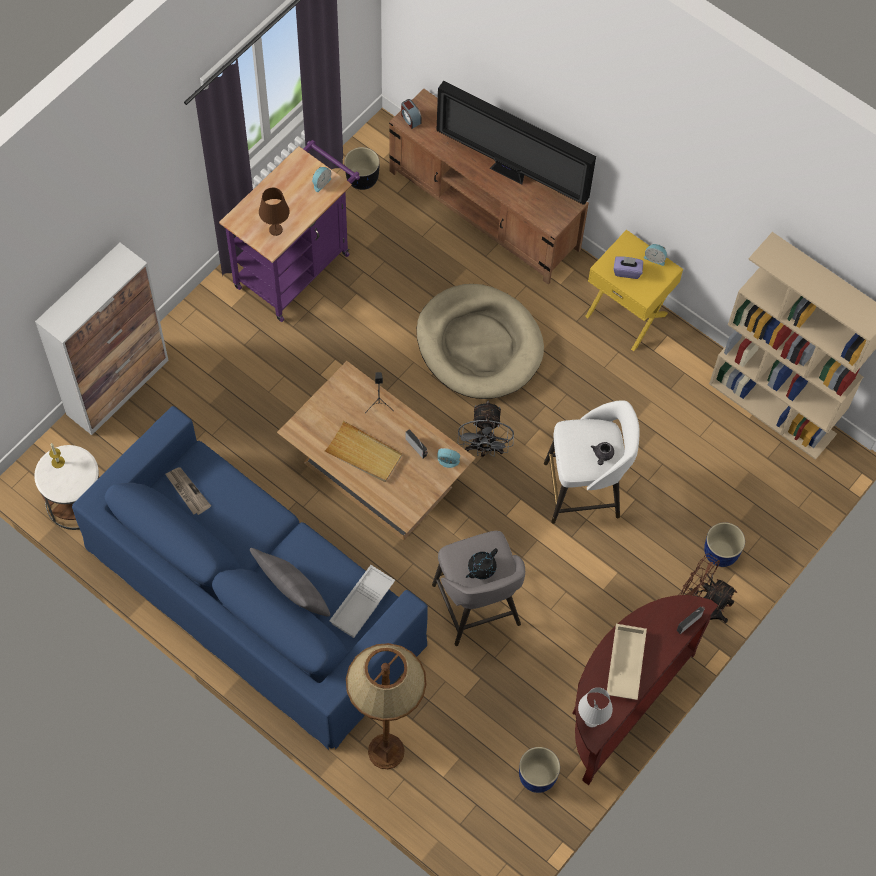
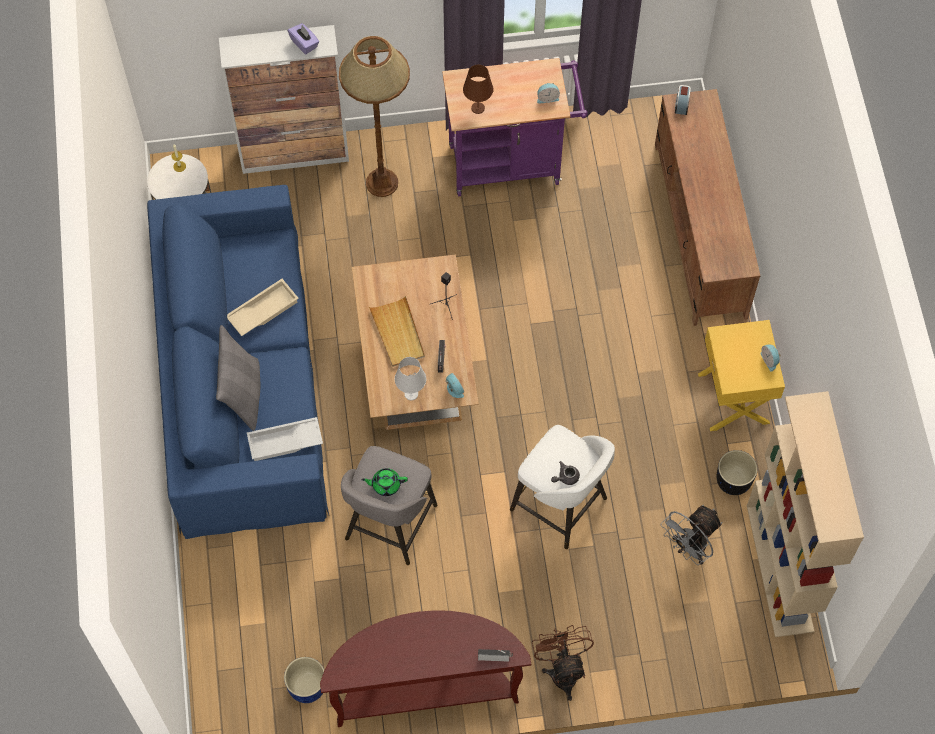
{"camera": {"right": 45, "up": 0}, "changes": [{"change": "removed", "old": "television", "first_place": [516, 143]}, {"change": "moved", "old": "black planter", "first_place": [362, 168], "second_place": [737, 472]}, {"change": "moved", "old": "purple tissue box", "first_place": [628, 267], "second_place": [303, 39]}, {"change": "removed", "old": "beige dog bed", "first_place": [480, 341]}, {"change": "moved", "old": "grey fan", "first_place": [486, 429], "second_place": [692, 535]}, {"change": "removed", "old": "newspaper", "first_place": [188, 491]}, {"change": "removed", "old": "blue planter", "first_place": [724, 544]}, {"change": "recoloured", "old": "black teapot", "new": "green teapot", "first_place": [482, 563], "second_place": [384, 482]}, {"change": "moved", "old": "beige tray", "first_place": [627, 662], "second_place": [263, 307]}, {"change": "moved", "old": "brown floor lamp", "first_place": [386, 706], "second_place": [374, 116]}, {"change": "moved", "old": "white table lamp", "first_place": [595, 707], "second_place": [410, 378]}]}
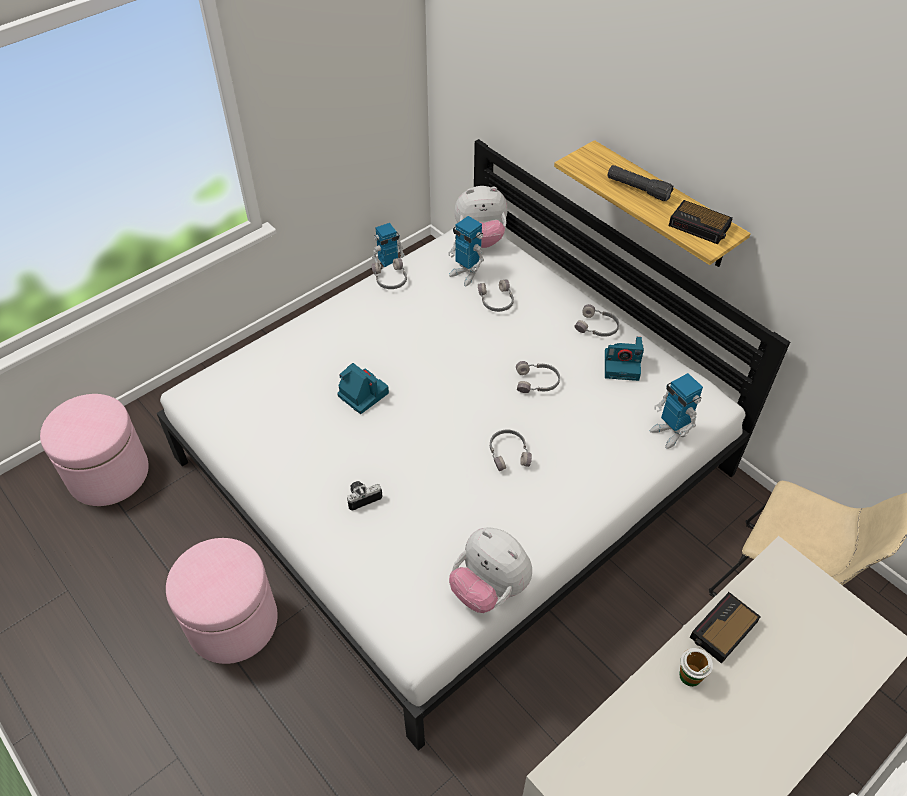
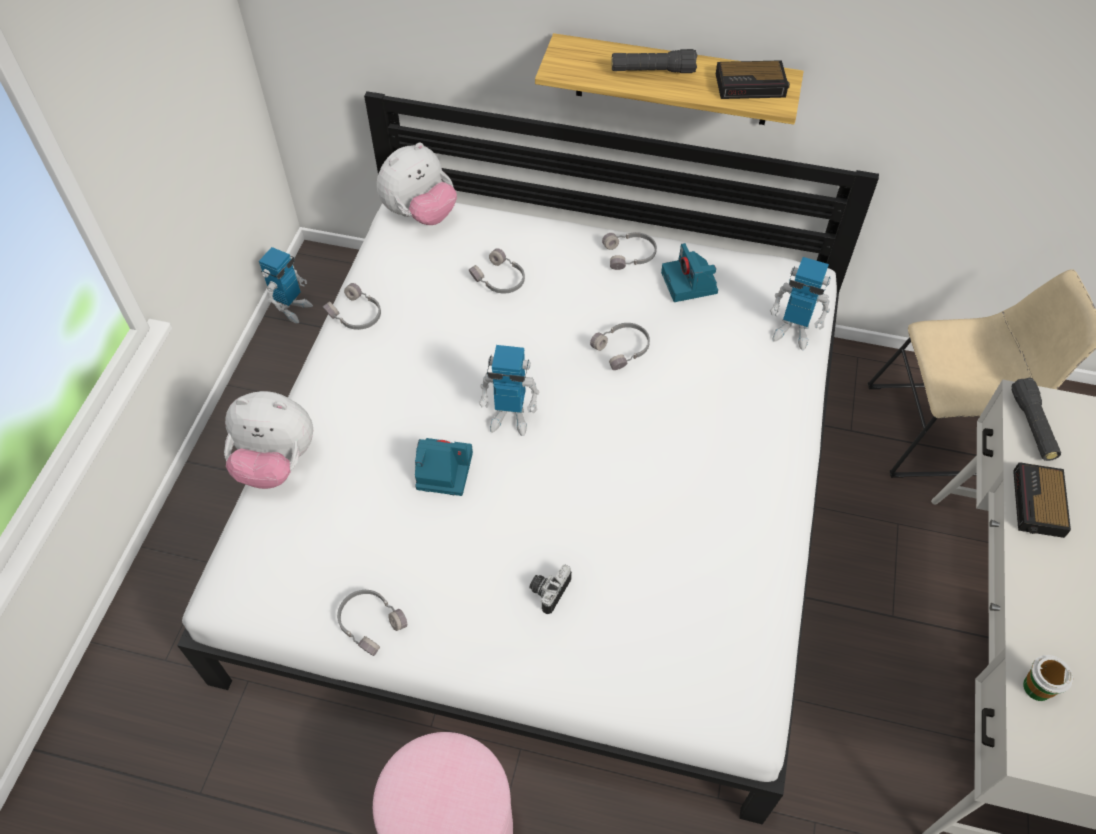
{"camera": {"right": -35, "up": 5}, "changes": [{"change": "moved", "old": "toy robot", "first_place": [466, 251], "second_place": [509, 390]}, {"change": "turned", "old": "photo camera", "first_place": [624, 359], "second_place": [689, 272], "degrees": 105}, {"change": "removed", "old": "pink ottoman", "first_place": [94, 450]}, {"change": "moved", "old": "grey headphones", "first_place": [511, 450], "second_place": [372, 623]}, {"change": "moved", "old": "plush toy", "first_place": [490, 570], "second_place": [268, 440]}, {"change": "moved", "old": "cup", "first_place": [696, 667], "second_place": [1048, 678]}, {"change": "added", "new": "black flashlight", "second_place": [1036, 419]}]}
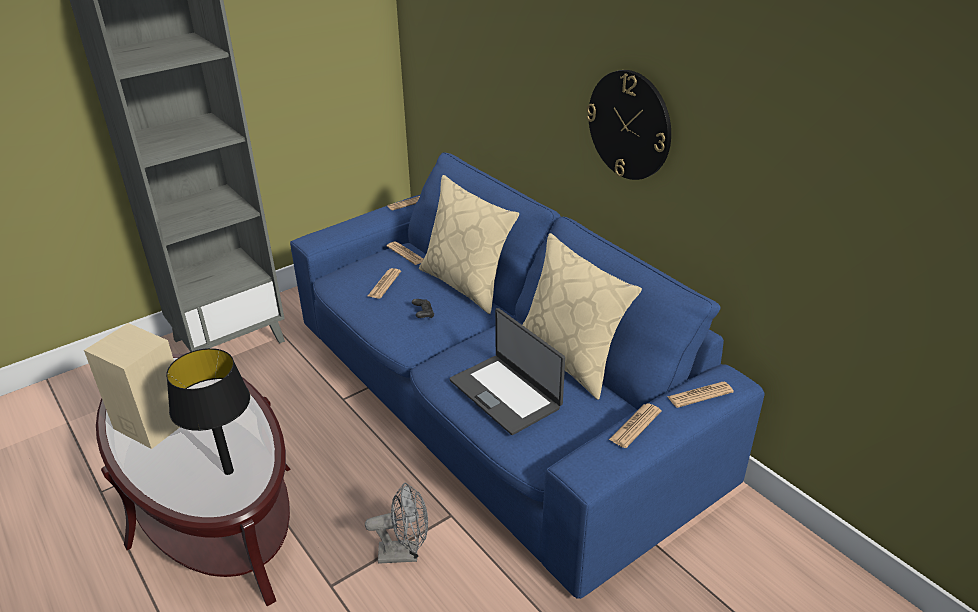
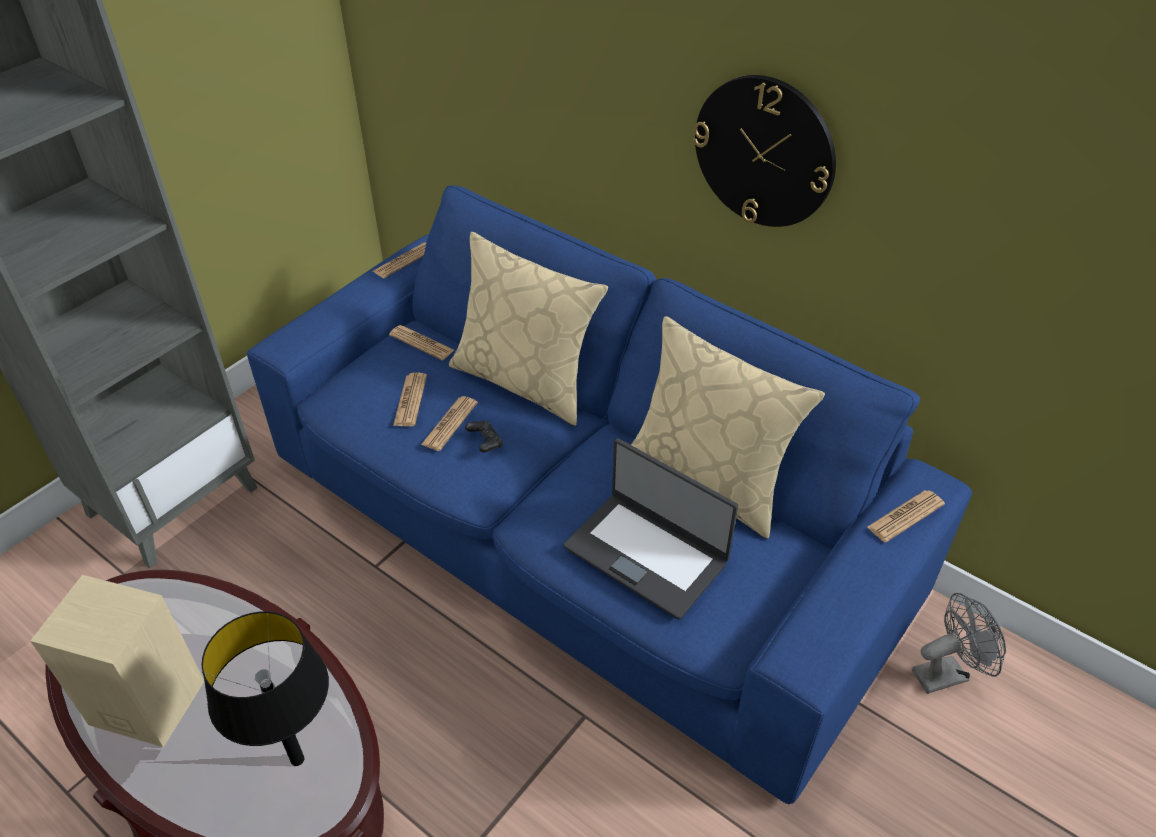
{"camera": {"right": -15, "up": 10}, "changes": [{"change": "moved", "old": "newspaper", "first_place": [635, 425], "second_place": [449, 423]}, {"change": "moved", "old": "grey fan", "first_place": [396, 523], "second_place": [959, 643]}]}
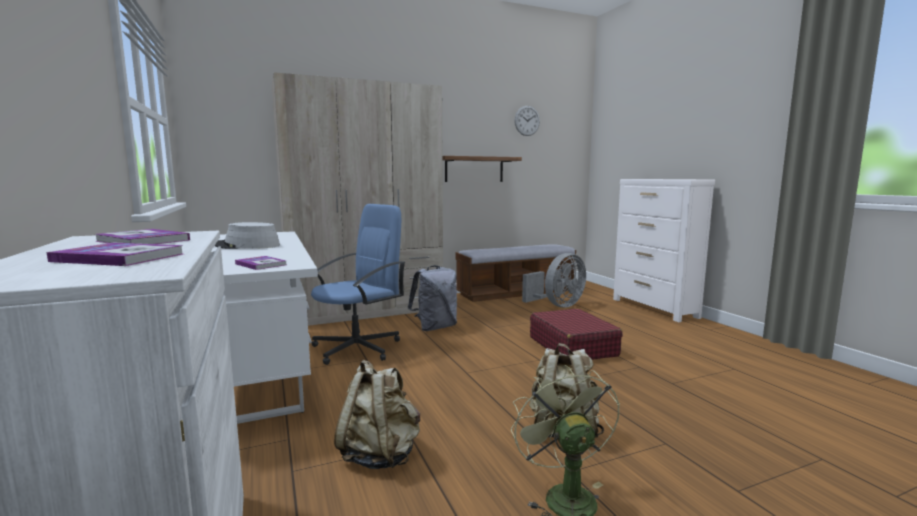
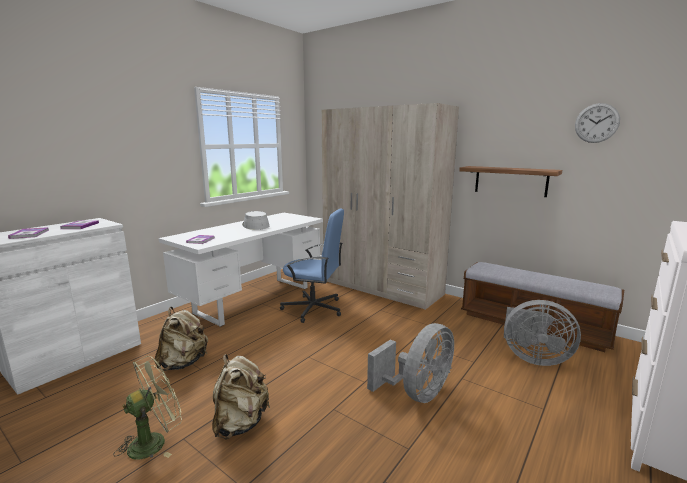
{"camera": {"right": 60, "up": 5}, "changes": [{"change": "removed", "old": "grey backpack", "first_place": [432, 298]}, {"change": "replaced", "old": "red suitcase", "new": "grey fan", "first_place": [576, 334], "second_place": [410, 363]}]}
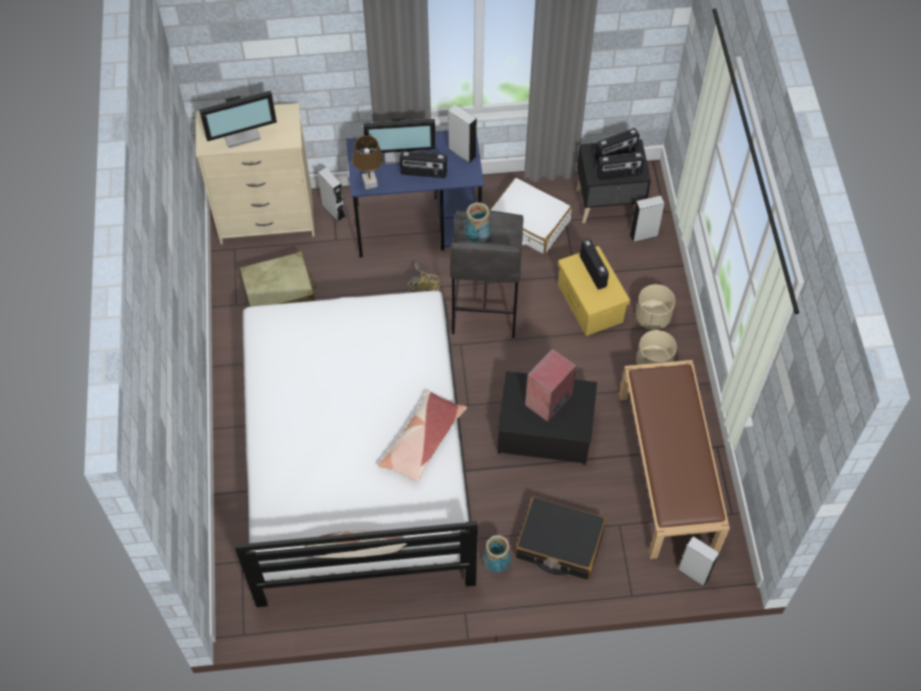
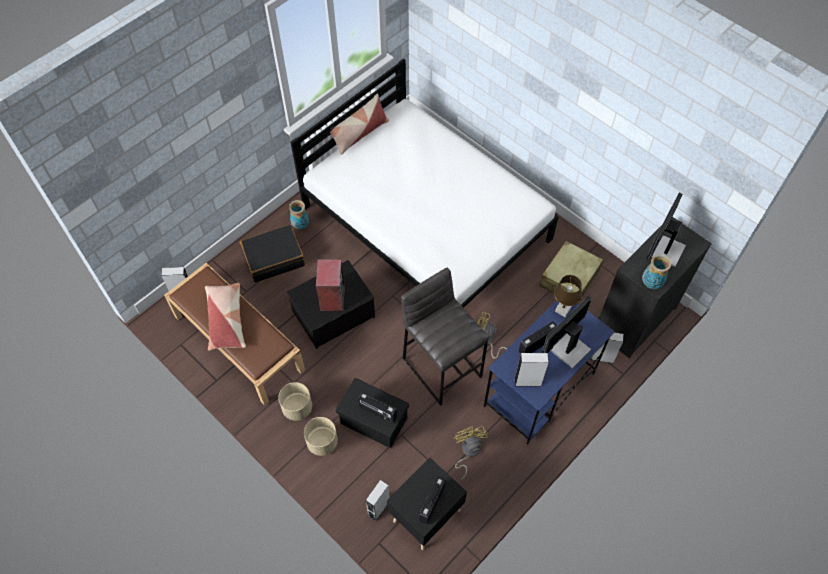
{"camera": {"right": 140, "up": 0}, "changes": [{"change": "recoloured", "old": "beige dresser", "new": "black dresser", "first_place": [255, 173], "second_place": [655, 288]}, {"change": "removed", "old": "radio", "first_place": [620, 166]}, {"change": "replaced", "old": "white suitcase", "new": "yellow fan", "first_place": [530, 215], "second_place": [471, 453]}, {"change": "moved", "old": "vase", "first_place": [478, 222], "second_place": [656, 271]}, {"change": "recoloured", "old": "yellow storage box", "new": "black storage box", "first_place": [594, 291], "second_place": [372, 413]}, {"change": "moved", "old": "pillow", "first_place": [422, 436], "second_place": [225, 317]}]}
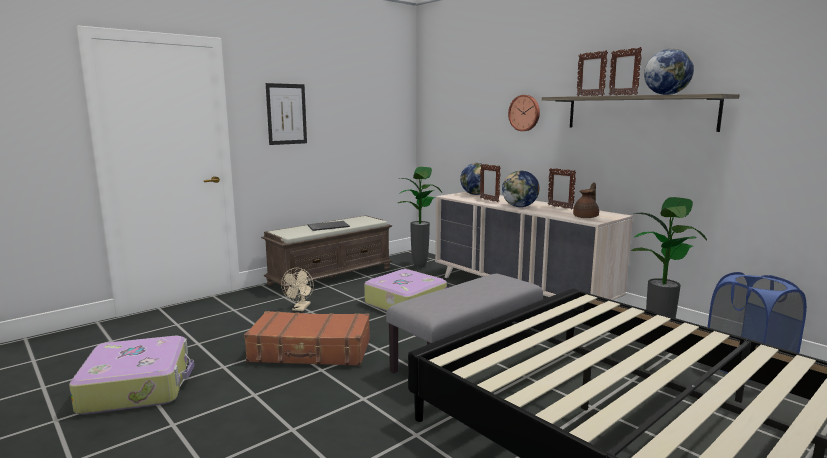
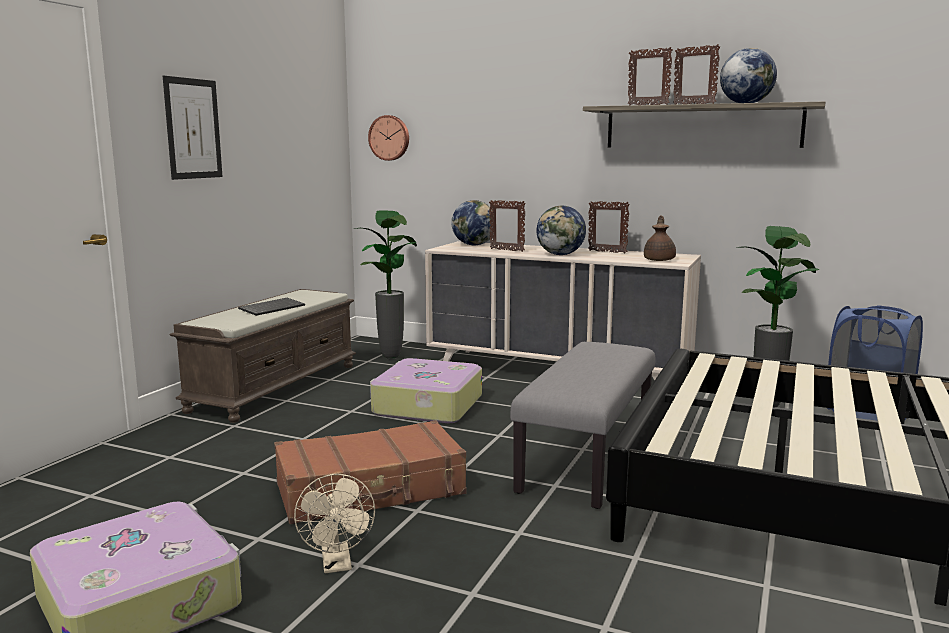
{"camera": {"right": -25, "up": 0}, "changes": [{"change": "moved", "old": "wall clock", "first_place": [524, 113], "second_place": [388, 138]}, {"change": "moved", "old": "beige fan", "first_place": [297, 289], "second_place": [334, 523]}]}
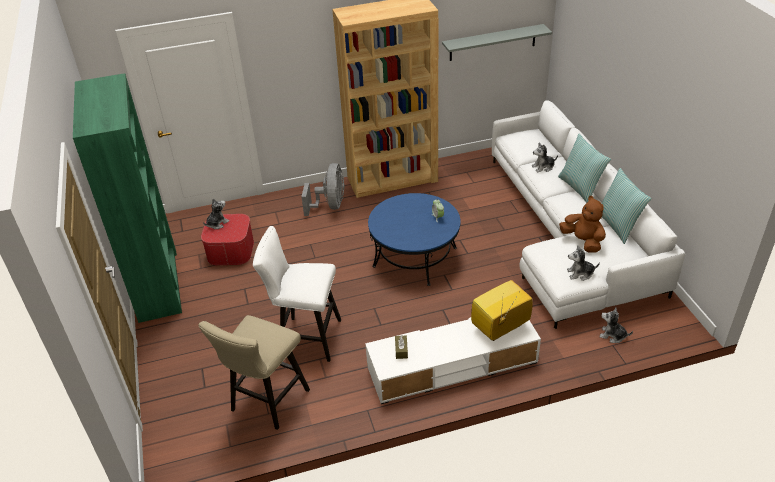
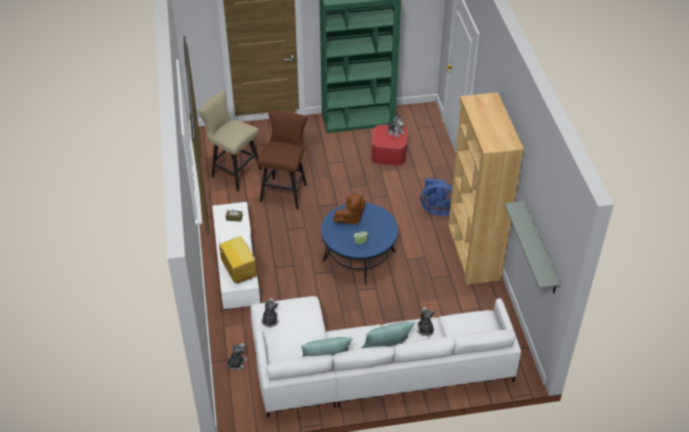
{"camera": {"right": 95, "up": 5}, "changes": [{"change": "recoloured", "old": "grey fan", "new": "blue fan", "first_place": [323, 189], "second_place": [436, 197]}, {"change": "moved", "old": "brown plush toy", "first_place": [582, 224], "second_place": [349, 209]}, {"change": "recoloured", "old": "white stool", "new": "brown stool", "first_place": [297, 294], "second_place": [282, 159]}]}
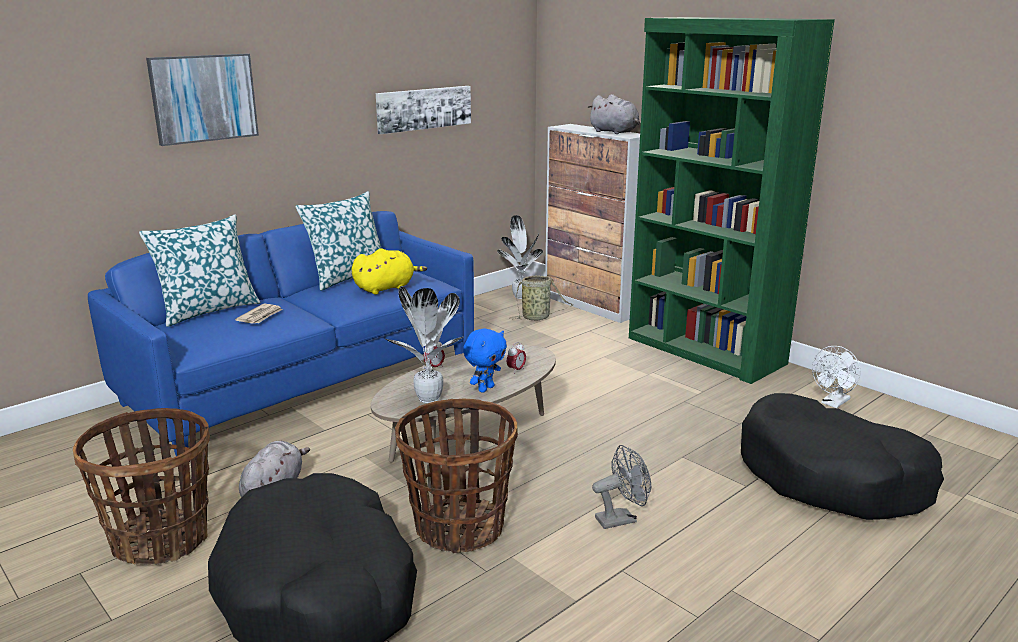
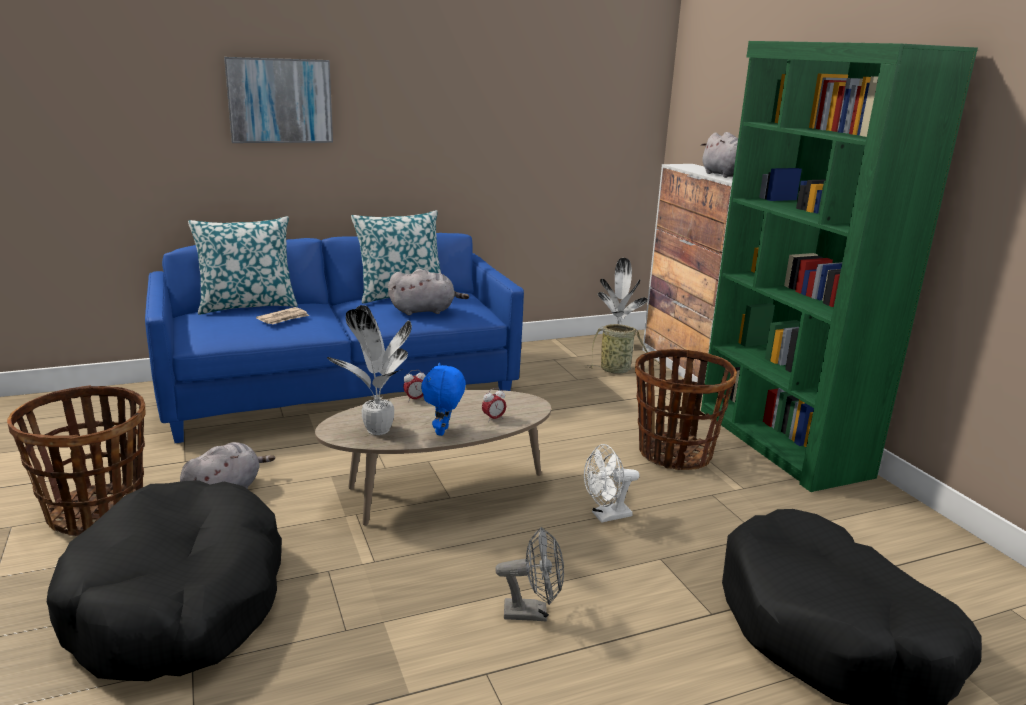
{"camera": {"right": 20, "up": 0}, "changes": [{"change": "removed", "old": "picture", "first_place": [423, 110]}, {"change": "recoloured", "old": "yellow plush toy", "new": "grey plush toy", "first_place": [389, 272], "second_place": [428, 292]}, {"change": "turned", "old": "blue plush toy", "first_place": [485, 360], "second_place": [443, 399], "degrees": 135}, {"change": "moved", "old": "white fan", "first_place": [836, 377], "second_place": [611, 483]}, {"change": "moved", "old": "basket", "first_place": [456, 475], "second_place": [686, 409]}]}
